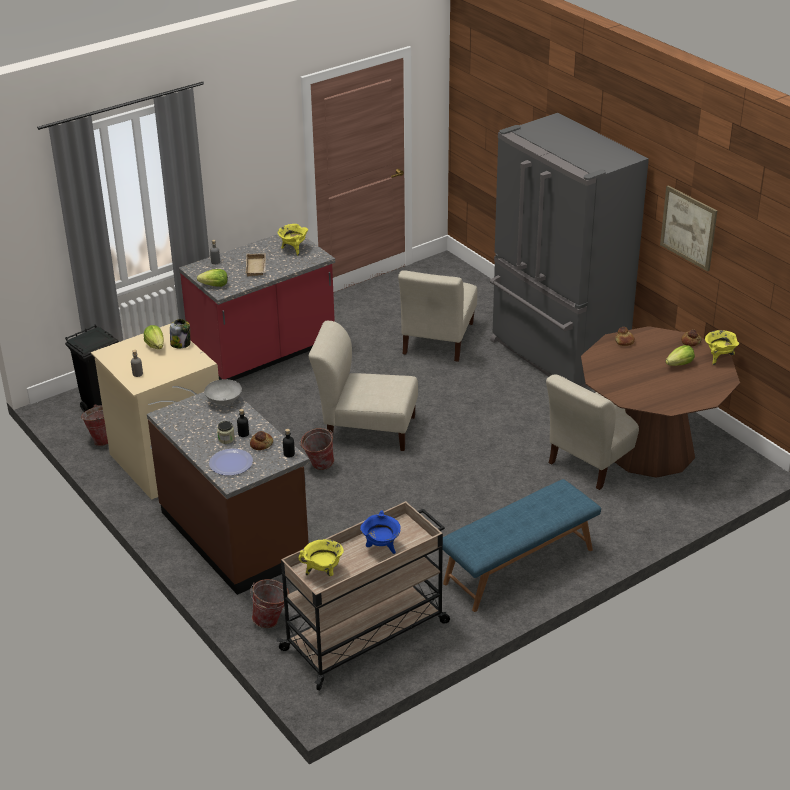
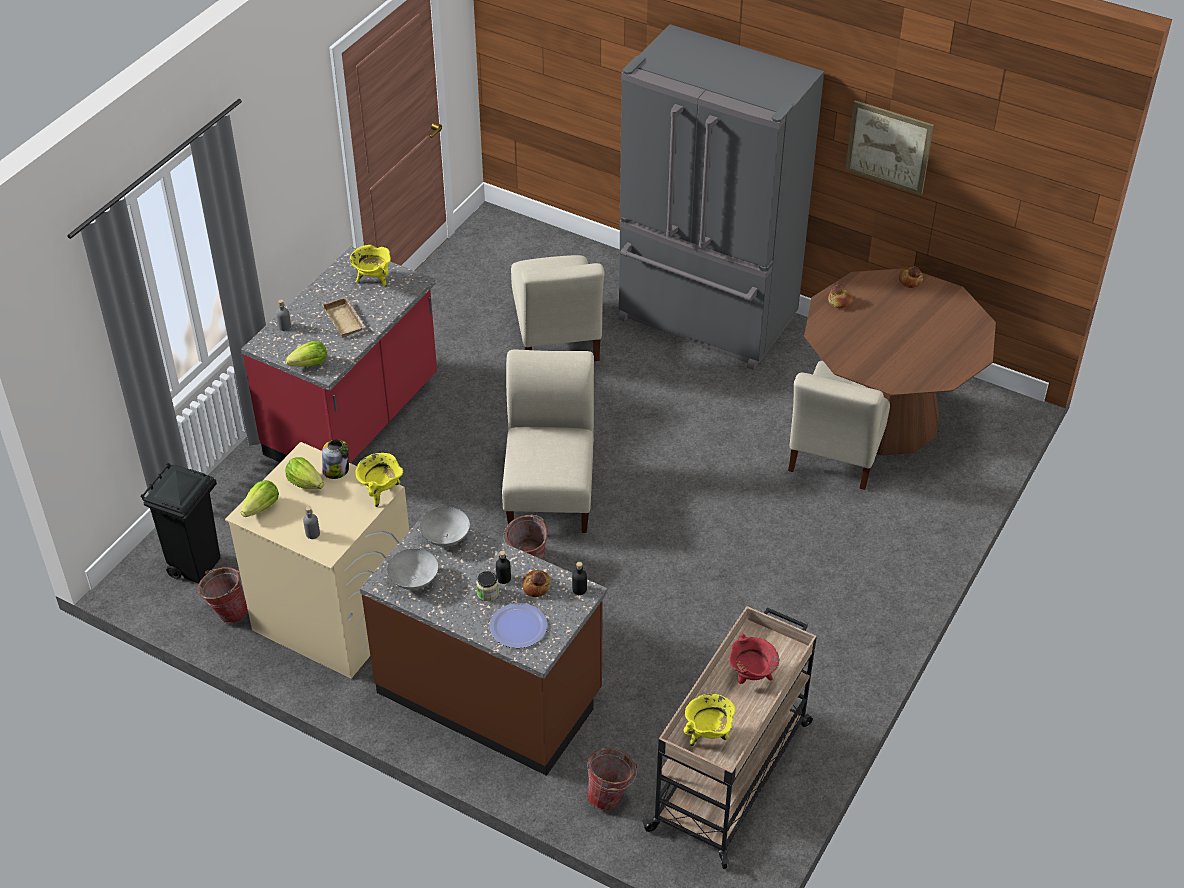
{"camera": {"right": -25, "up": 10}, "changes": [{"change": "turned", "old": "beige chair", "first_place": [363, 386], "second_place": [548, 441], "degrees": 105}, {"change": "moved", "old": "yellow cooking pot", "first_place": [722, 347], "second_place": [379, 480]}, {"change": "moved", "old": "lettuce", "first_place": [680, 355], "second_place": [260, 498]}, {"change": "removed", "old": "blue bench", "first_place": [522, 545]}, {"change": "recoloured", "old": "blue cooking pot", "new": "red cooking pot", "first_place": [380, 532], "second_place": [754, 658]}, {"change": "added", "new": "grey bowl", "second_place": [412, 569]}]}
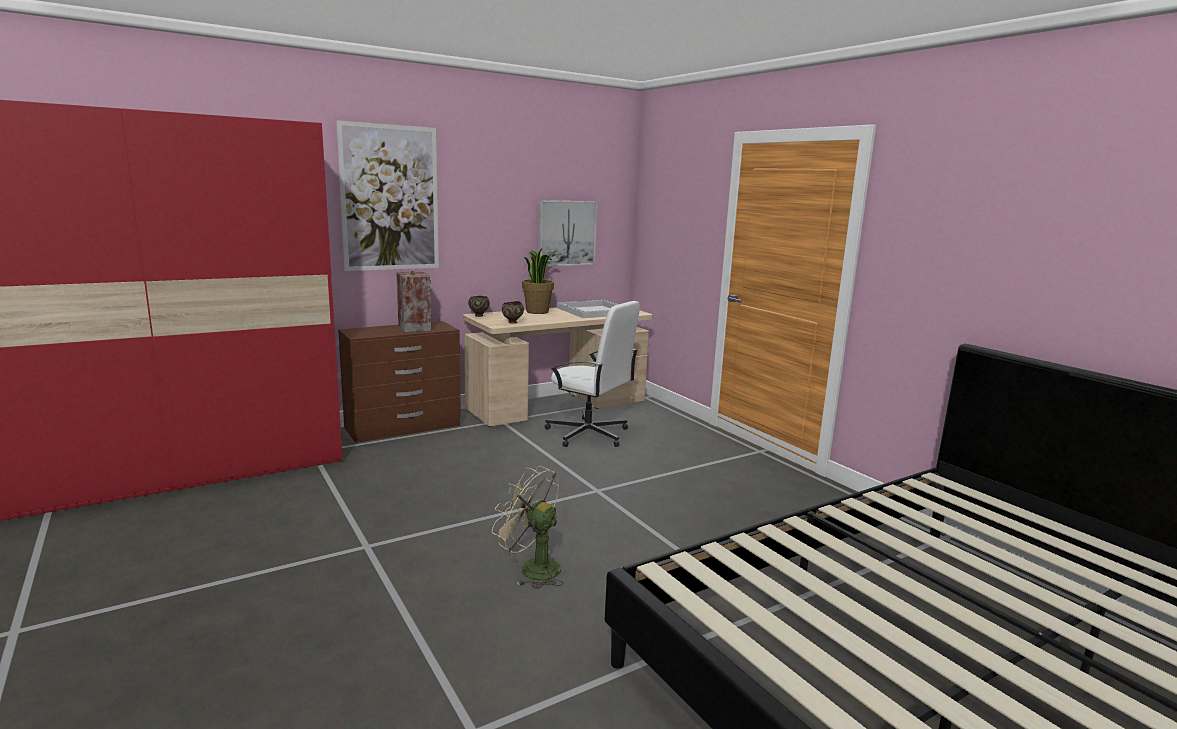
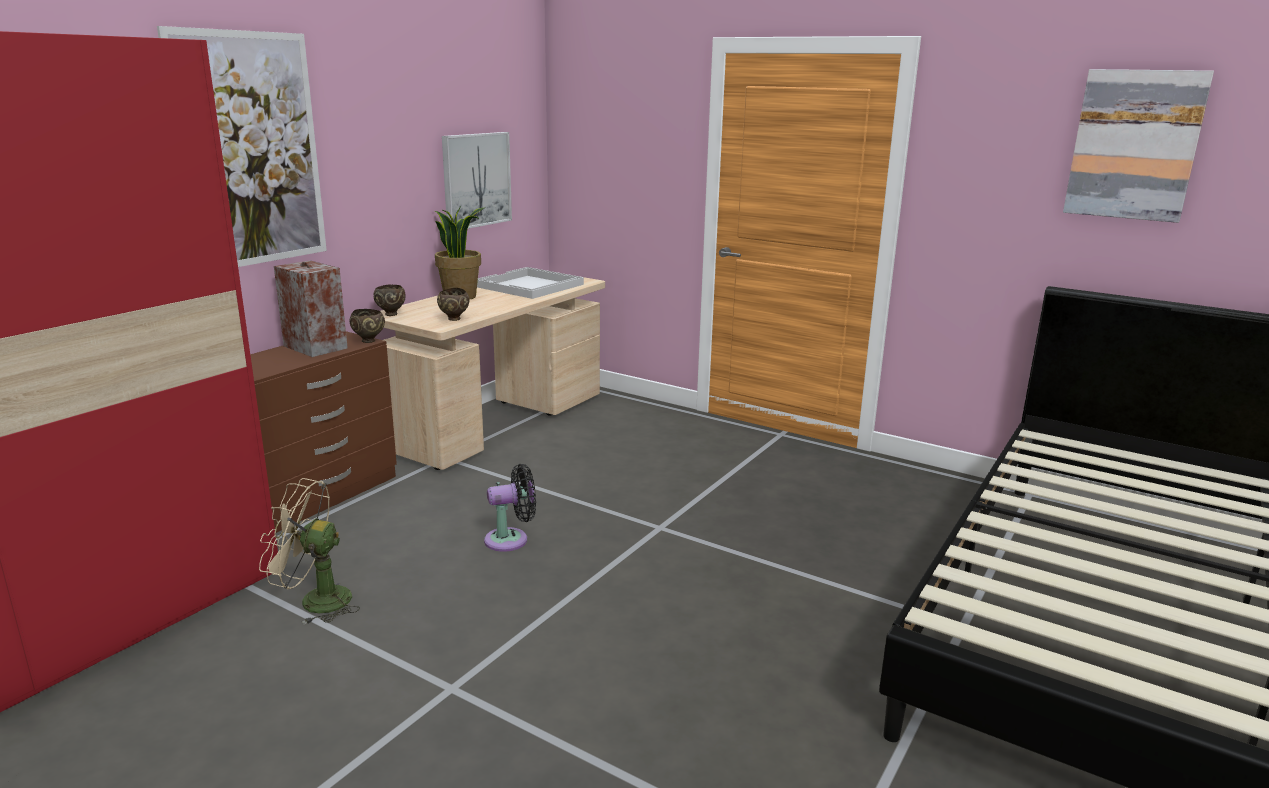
{"camera": {"right": -25, "up": 5}, "changes": [{"change": "removed", "old": "white office chair", "first_place": [592, 374]}, {"change": "moved", "old": "beige fan", "first_place": [527, 527], "second_place": [309, 551]}, {"change": "added", "new": "picture", "second_place": [1138, 146]}, {"change": "added", "new": "brown bowl", "second_place": [367, 326]}, {"change": "added", "new": "black fan", "second_place": [510, 508]}]}
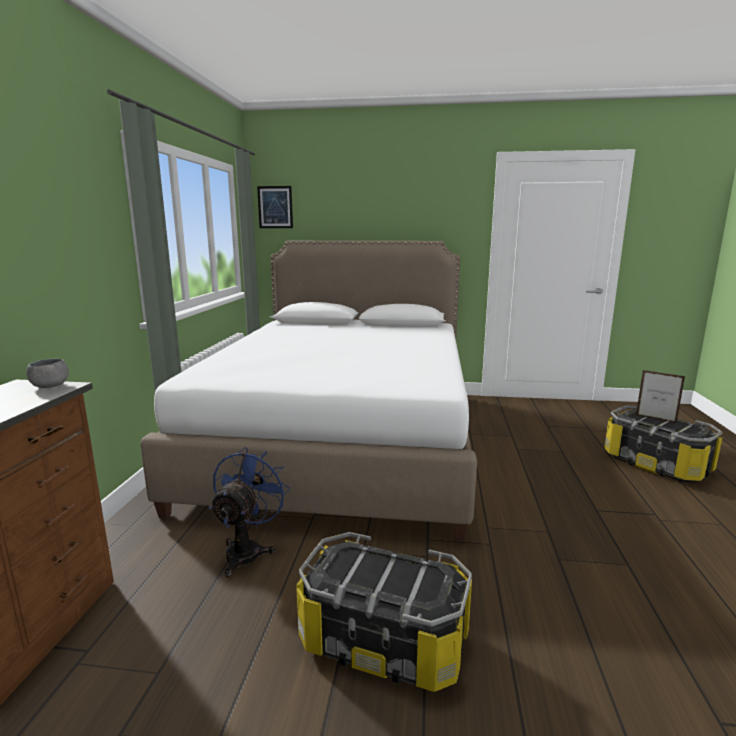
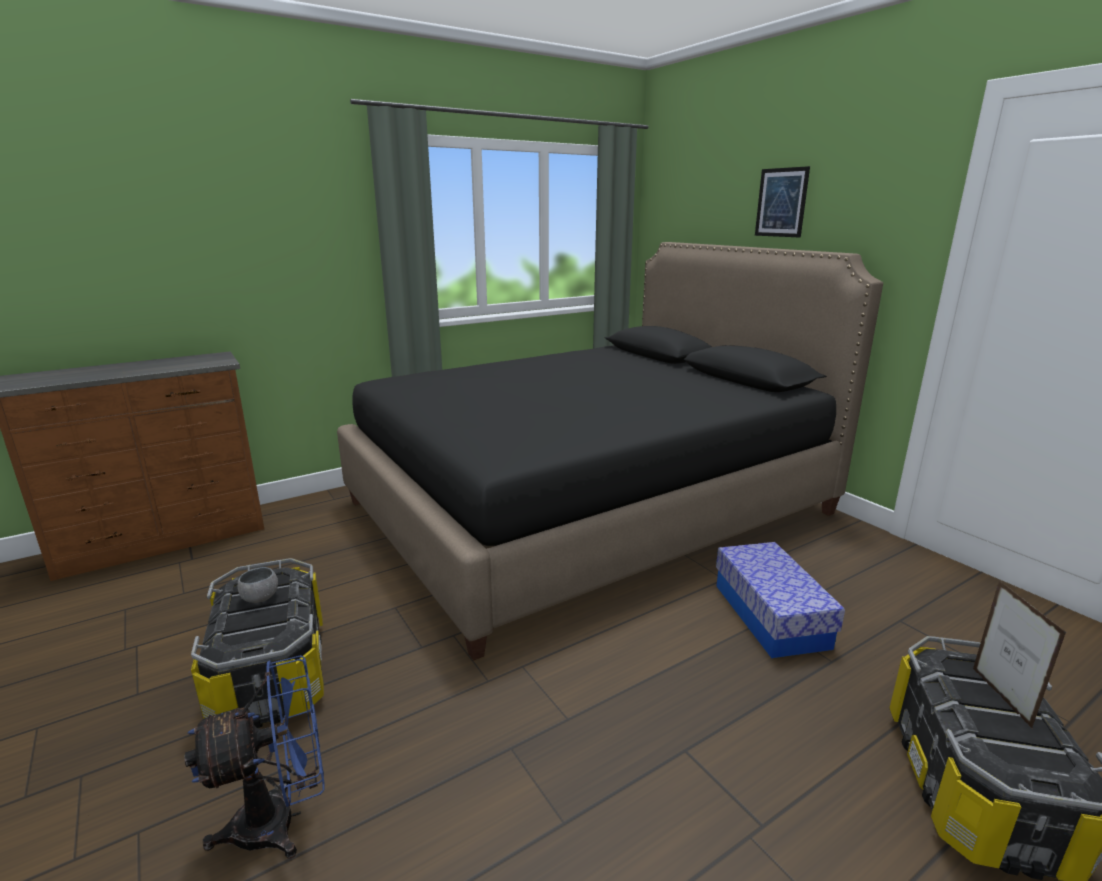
{"camera": {"right": 50, "up": 5}, "changes": [{"change": "moved", "old": "picture", "first_place": [275, 207], "second_place": [782, 202]}, {"change": "recoloured", "old": "white bed", "new": "black bed", "first_place": [308, 391], "second_place": [610, 451]}, {"change": "moved", "old": "grey bowl", "first_place": [47, 373], "second_place": [257, 585]}, {"change": "moved", "old": "blue fan", "first_place": [249, 512], "second_place": [254, 757]}, {"change": "added", "new": "storage box", "second_place": [780, 600]}]}
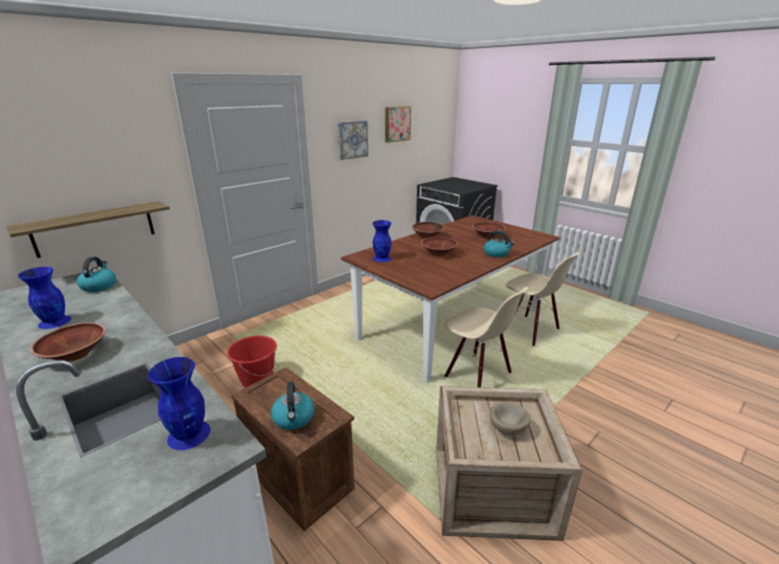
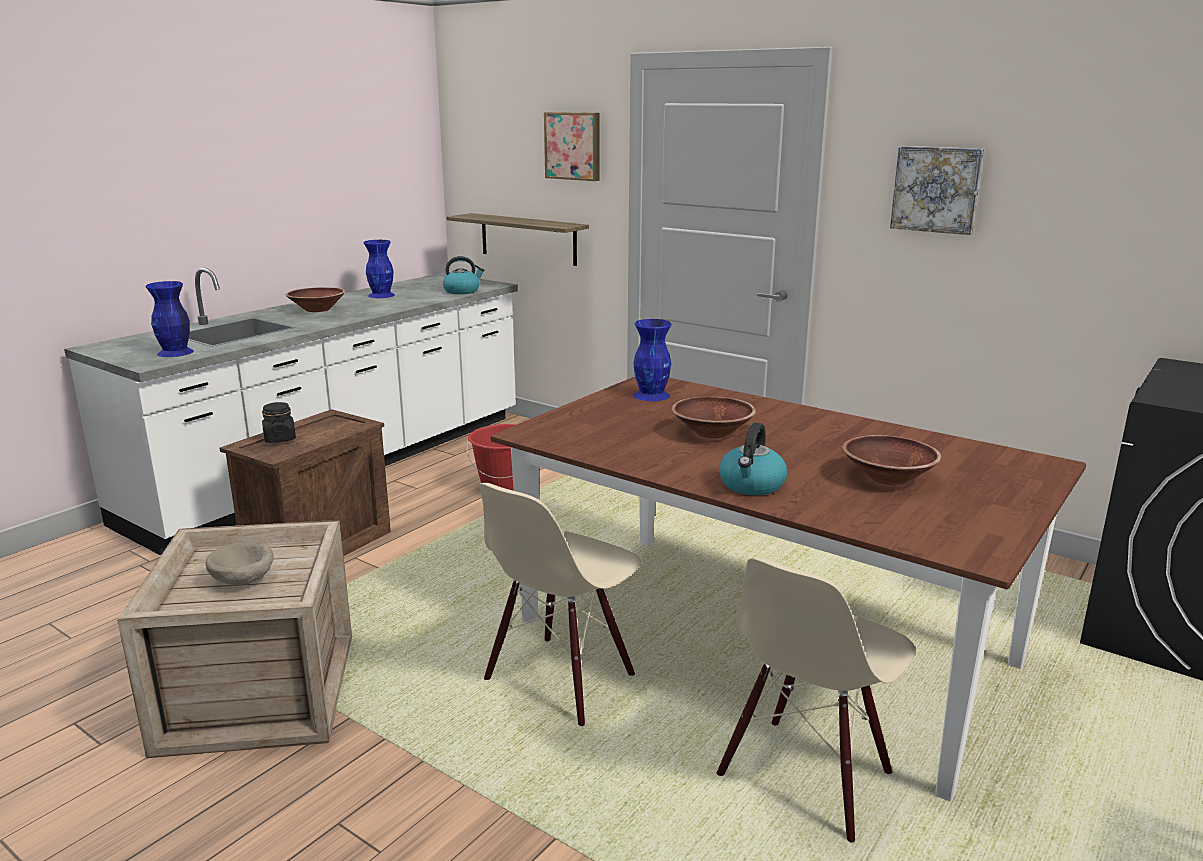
{"camera": {"right": 80, "up": -5}, "changes": [{"change": "moved", "old": "picture", "first_place": [398, 124], "second_place": [571, 146]}, {"change": "removed", "old": "brown bowl", "first_place": [428, 230]}, {"change": "replaced", "old": "kettle", "new": "black jar", "first_place": [292, 406], "second_place": [279, 422]}]}
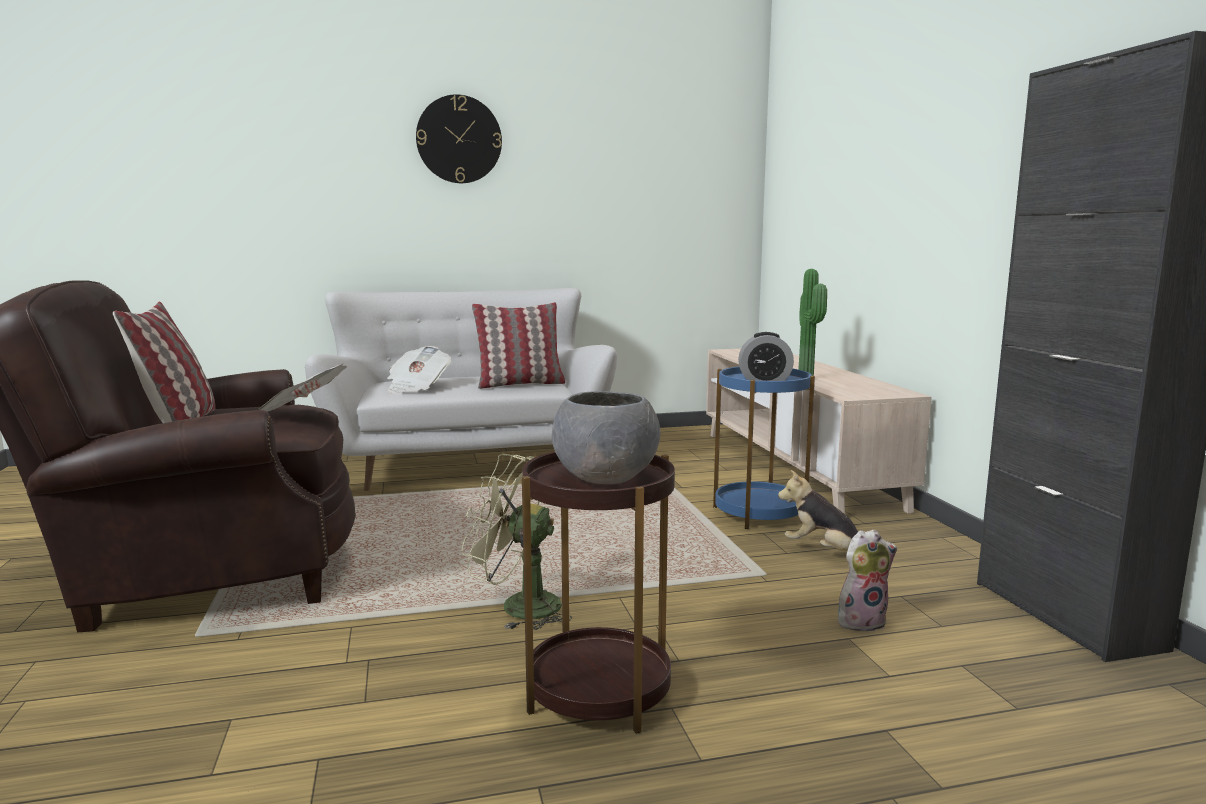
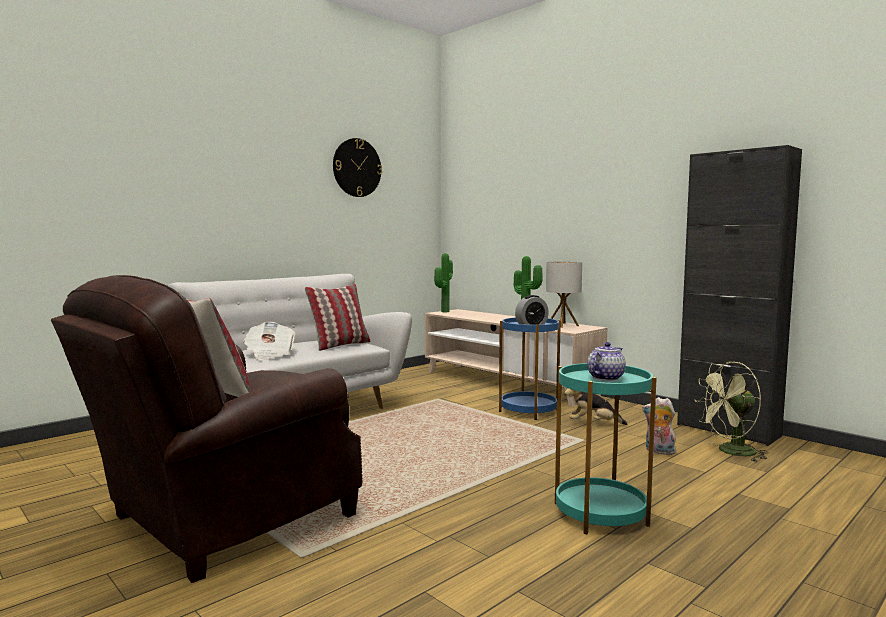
{"camera": {"right": -30, "up": -5}, "changes": [{"change": "moved", "old": "wall clock", "first_place": [459, 138], "second_place": [357, 167]}, {"change": "removed", "old": "newspaper", "first_place": [302, 388]}, {"change": "replaced", "old": "grey bowl", "new": "teapot", "first_place": [606, 438], "second_place": [606, 361]}, {"change": "recoloured", "old": "brown side table", "new": "turquoise side table", "first_place": [598, 593], "second_place": [606, 448]}, {"change": "moved", "old": "green fan", "first_place": [516, 542], "second_place": [731, 411]}, {"change": "turned", "old": "plush toy", "first_place": [867, 580], "second_place": [659, 426], "degrees": -105}, {"change": "added", "new": "potted plant", "second_place": [443, 283]}, {"change": "added", "new": "table lamp", "second_place": [564, 294]}]}
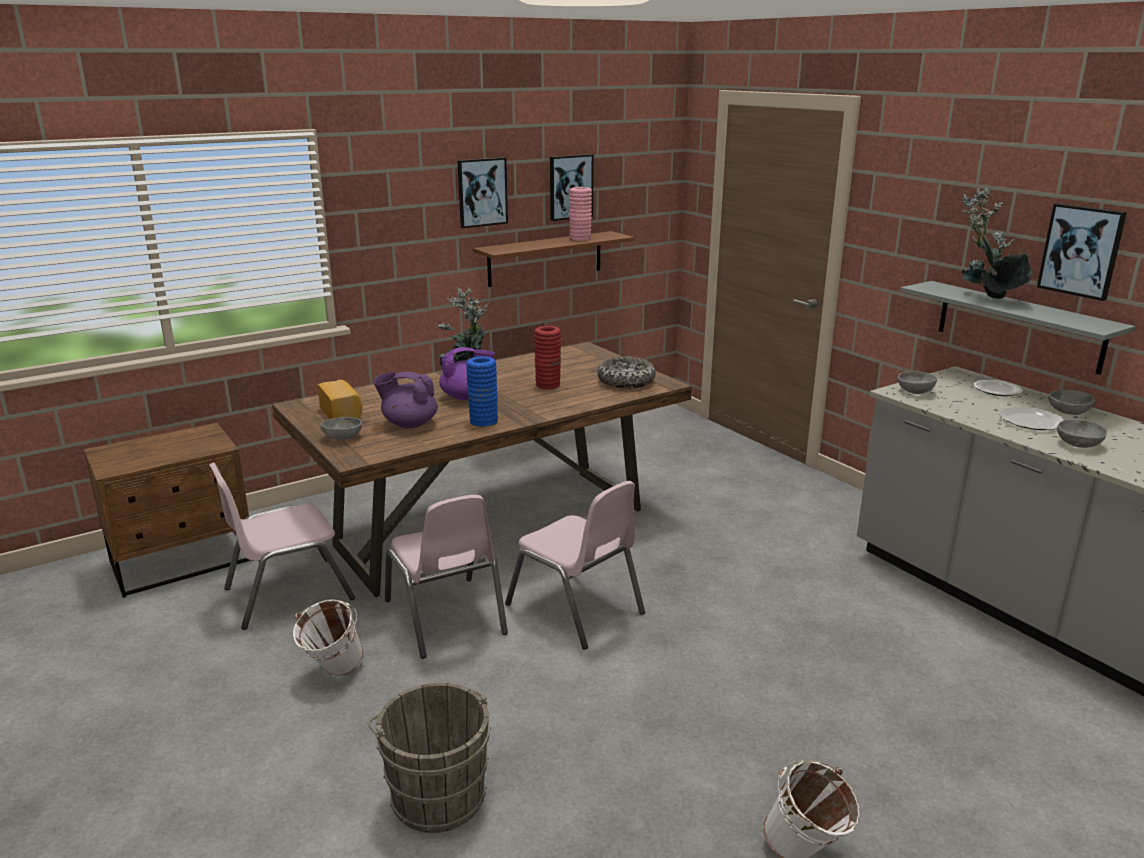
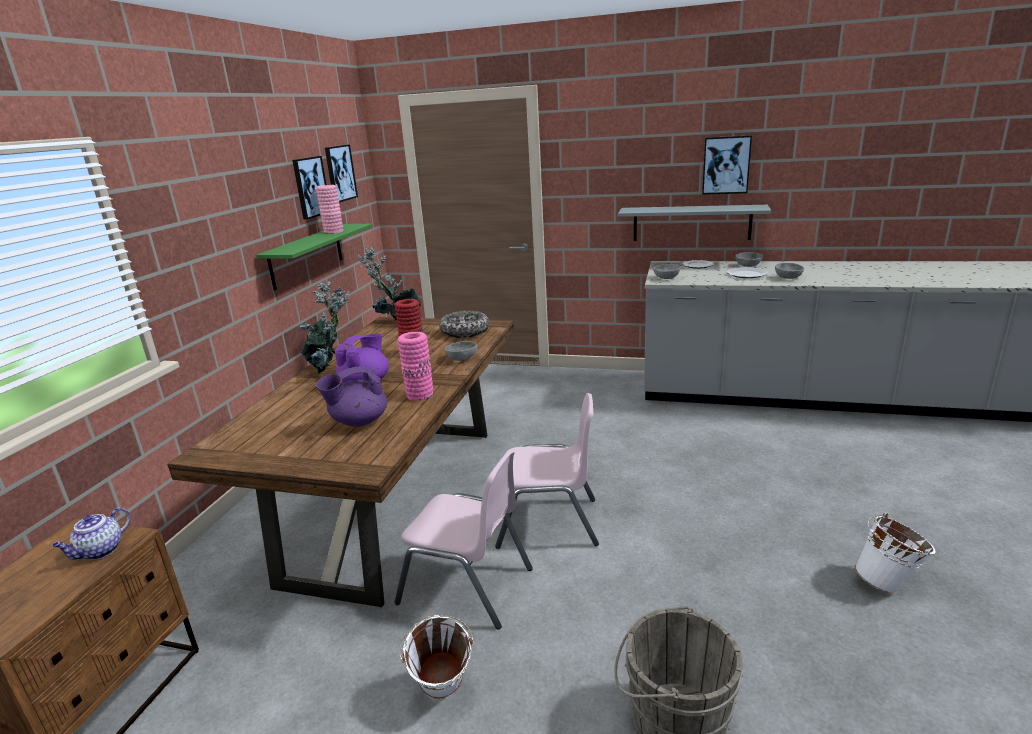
{"camera": {"right": -40, "up": 0}, "changes": [{"change": "moved", "old": "picture", "first_place": [482, 192], "second_place": [341, 173]}, {"change": "moved", "old": "potted plant", "first_place": [997, 243], "second_place": [389, 283]}, {"change": "recoloured", "old": "brown shelf", "new": "green shelf", "first_place": [553, 259], "second_place": [314, 257]}, {"change": "recoloured", "old": "blue vase", "new": "pink vase", "first_place": [482, 391], "second_place": [415, 366]}, {"change": "removed", "old": "bread", "first_place": [340, 399]}, {"change": "moved", "old": "grey bowl", "first_place": [341, 428], "second_place": [461, 351]}, {"change": "removed", "old": "pink chair", "first_place": [282, 546]}, {"change": "added", "new": "teapot", "second_place": [91, 533]}]}
